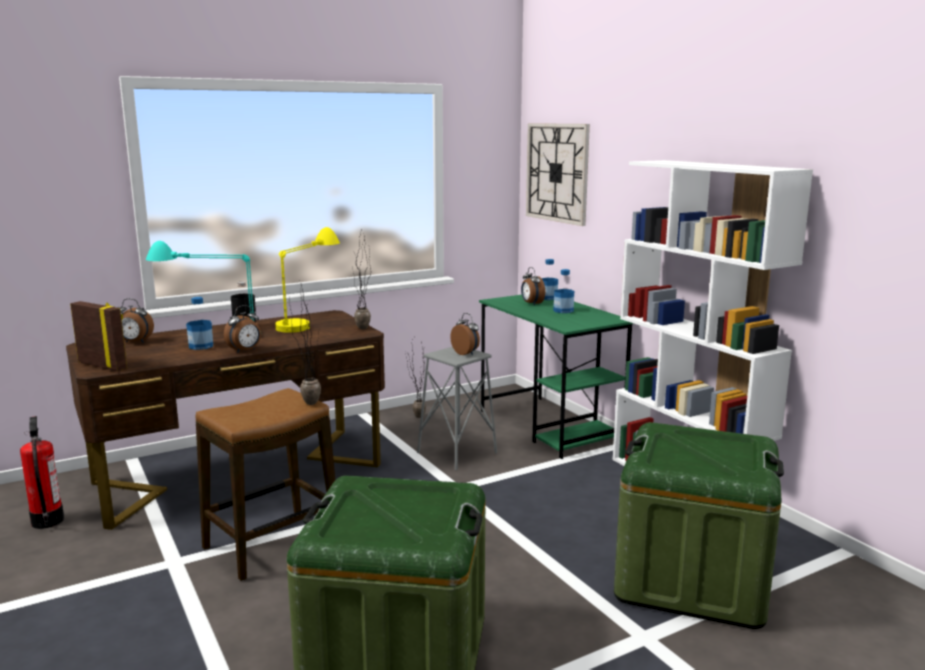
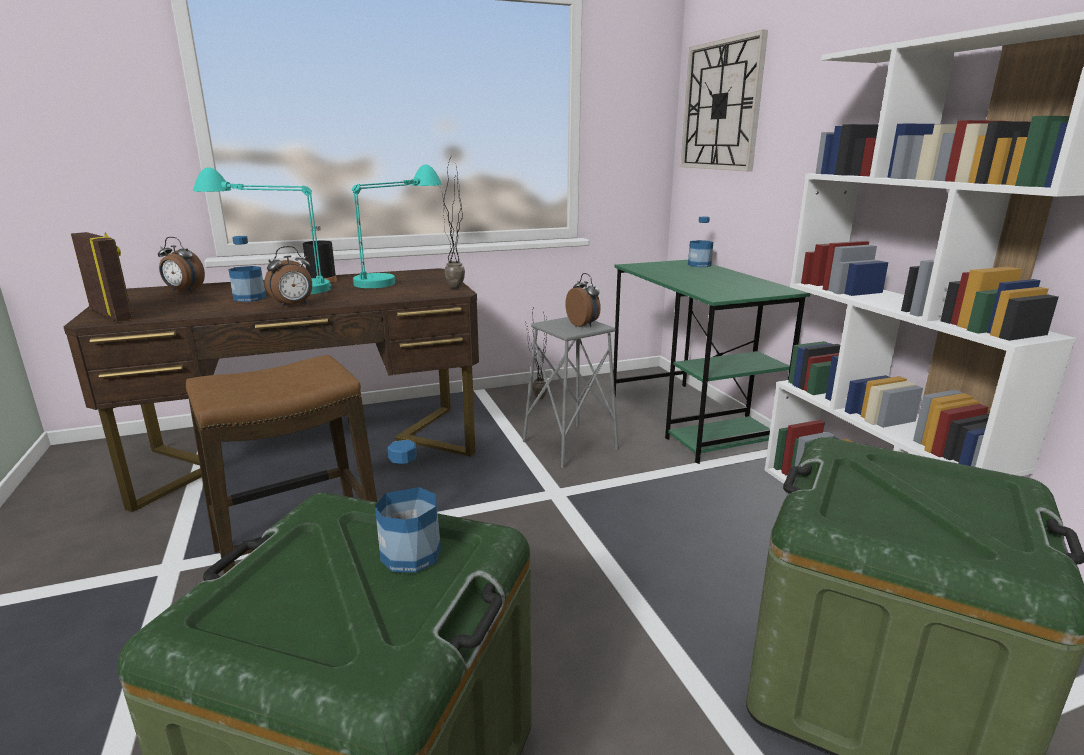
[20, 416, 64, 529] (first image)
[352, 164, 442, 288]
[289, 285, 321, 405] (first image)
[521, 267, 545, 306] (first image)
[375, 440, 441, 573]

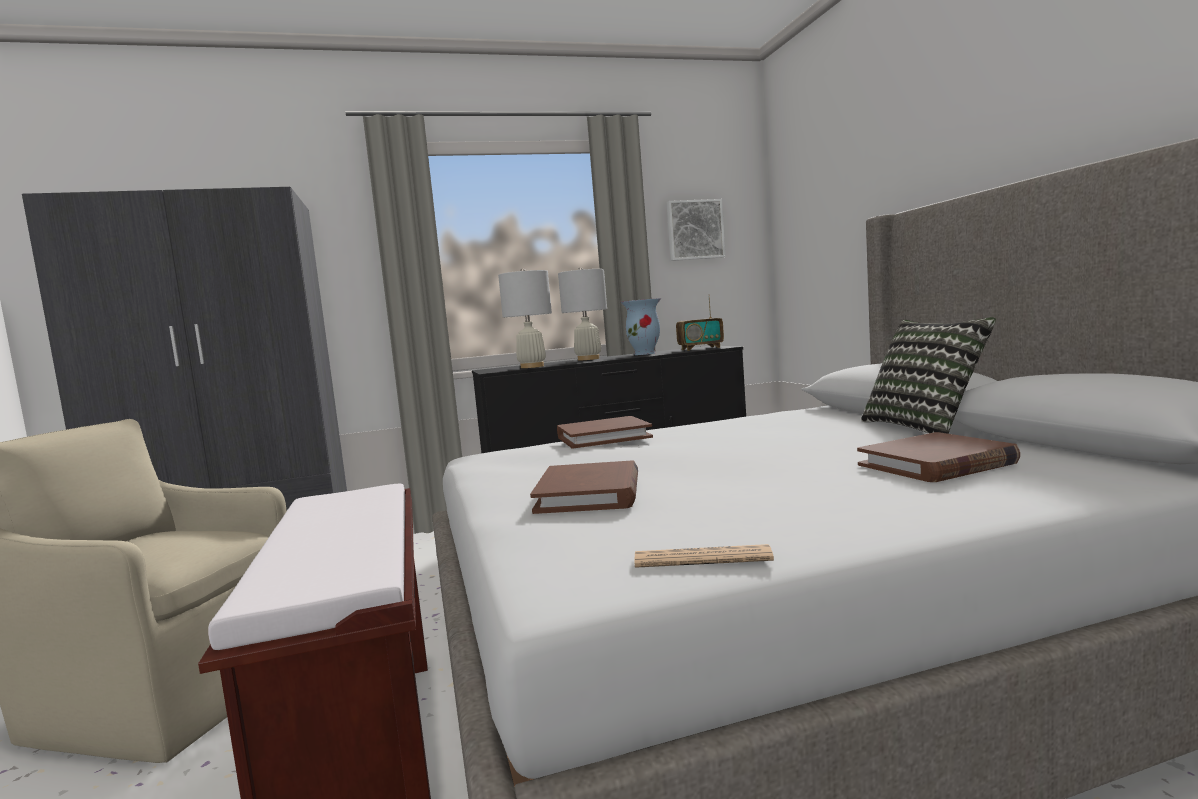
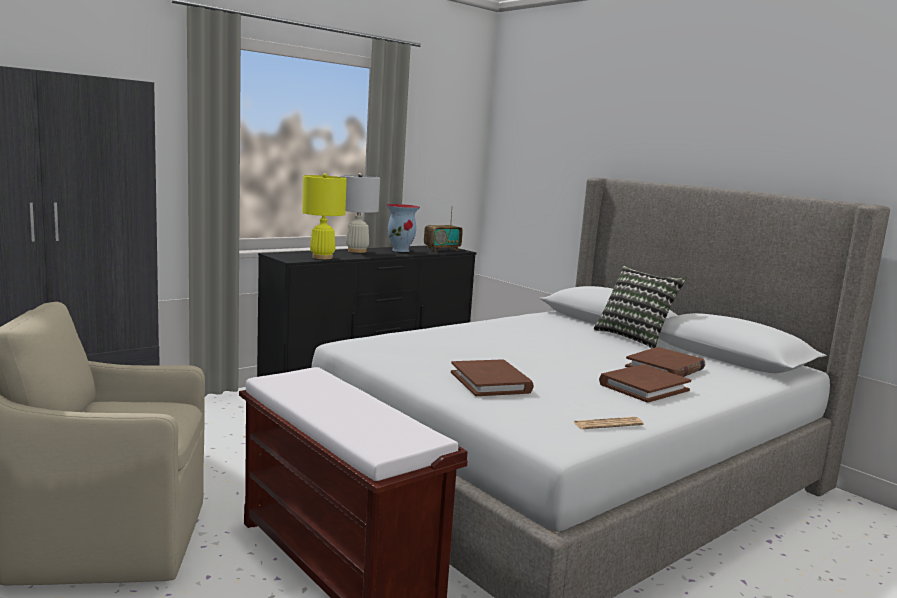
[302, 173, 347, 259]
[599, 364, 691, 403]
[666, 199, 726, 261] (first image)

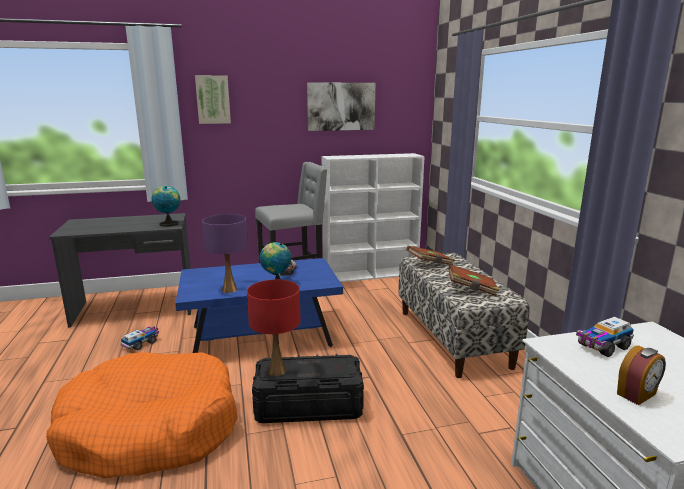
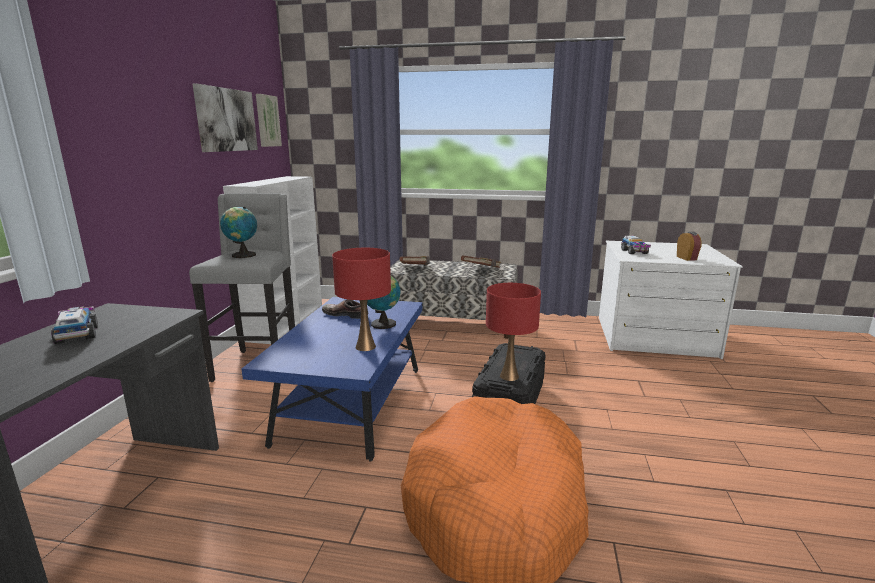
[51, 305, 98, 344]
[220, 206, 257, 258]
[256, 94, 282, 147]
[332, 248, 391, 351]

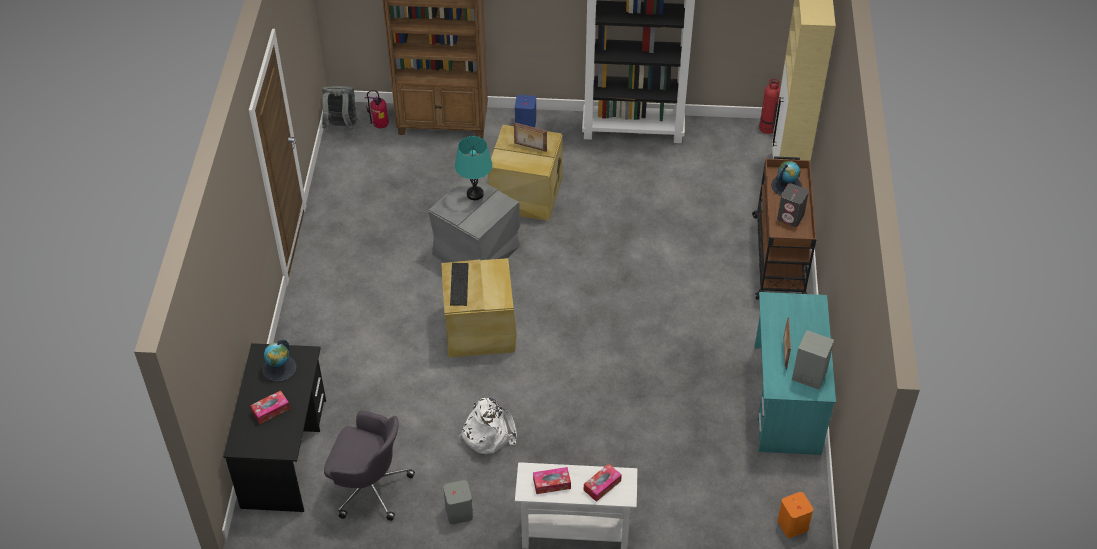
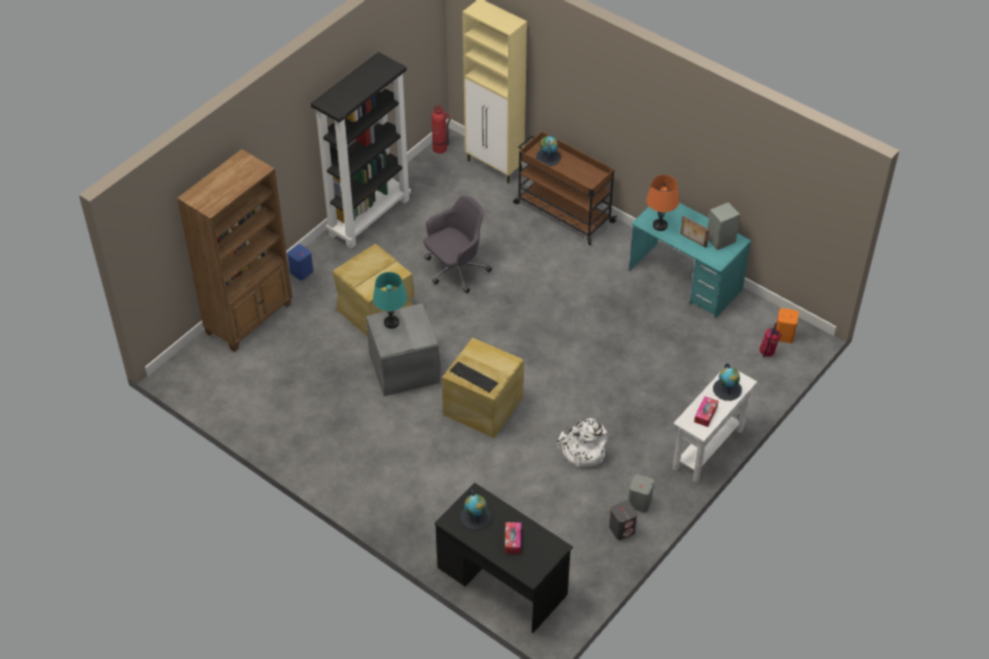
[322, 86, 358, 130] (first image)
[423, 195, 492, 293]
[760, 323, 782, 357]
[514, 122, 547, 152] (first image)
[713, 363, 742, 401]
[609, 501, 637, 540]
[646, 175, 679, 231]

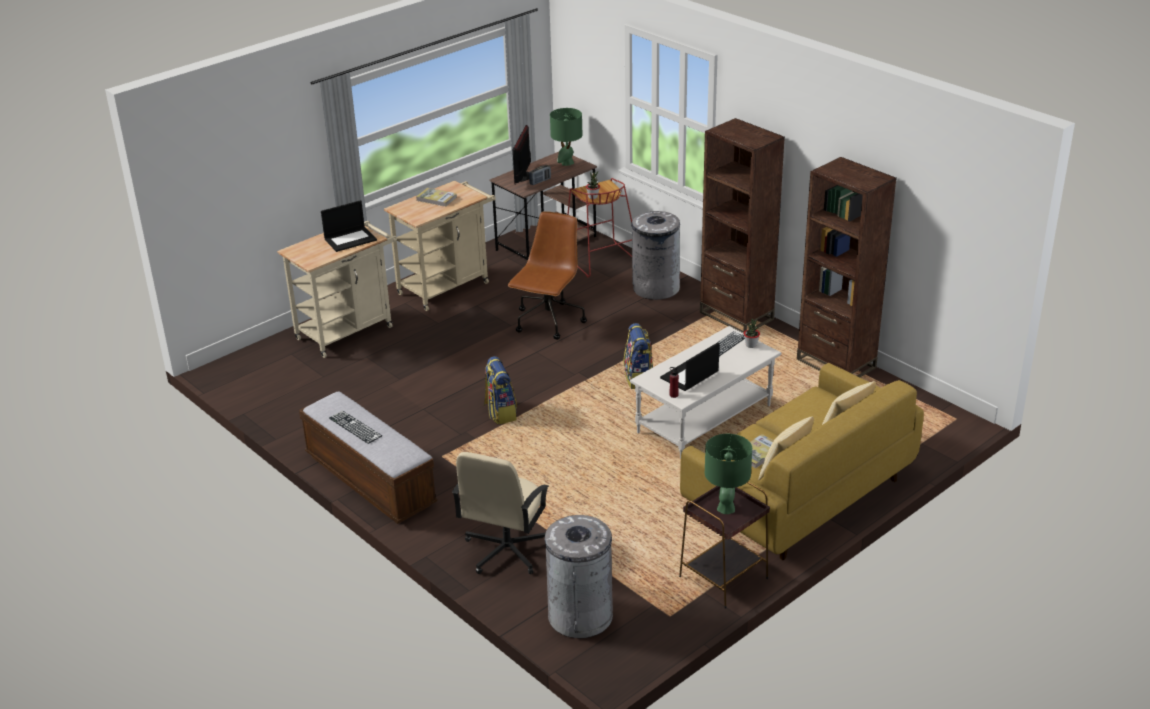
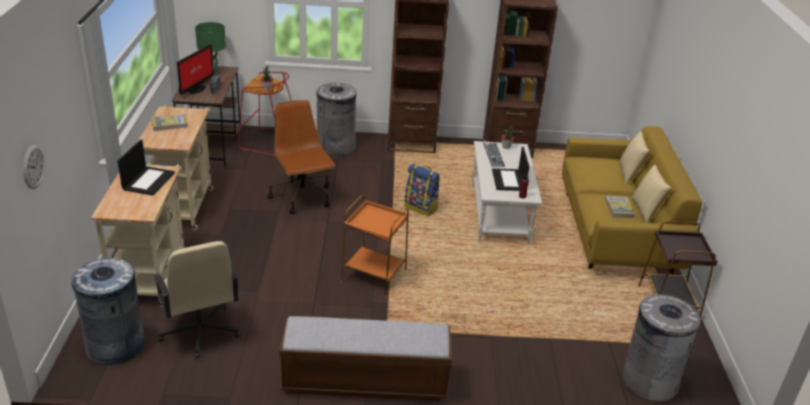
[329, 410, 382, 444] (first image)
[153, 241, 240, 358]
[341, 195, 409, 298]
[177, 45, 214, 95]
[705, 434, 752, 514] (first image)
[23, 145, 44, 189]
[71, 258, 145, 365]

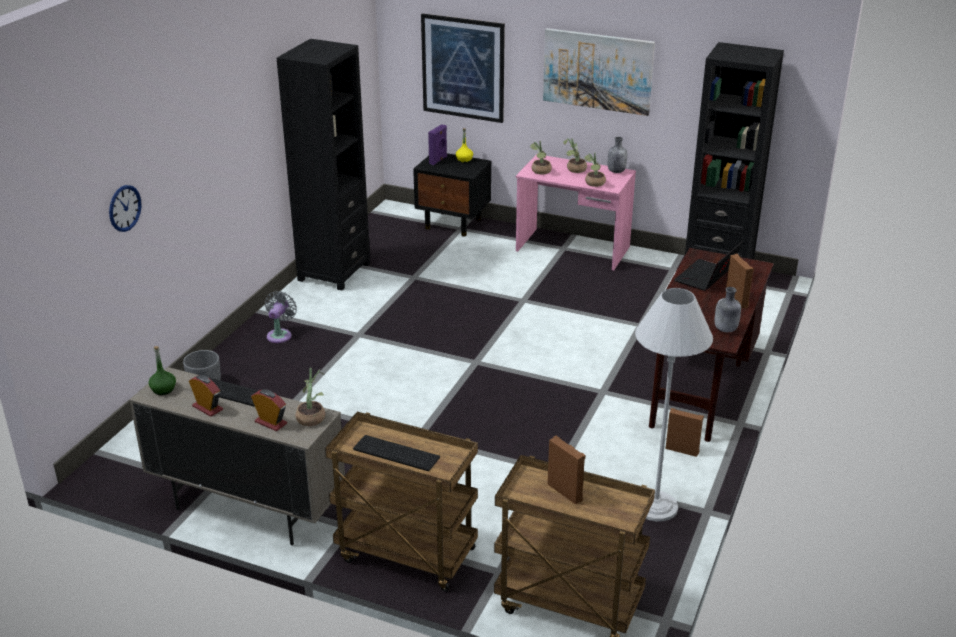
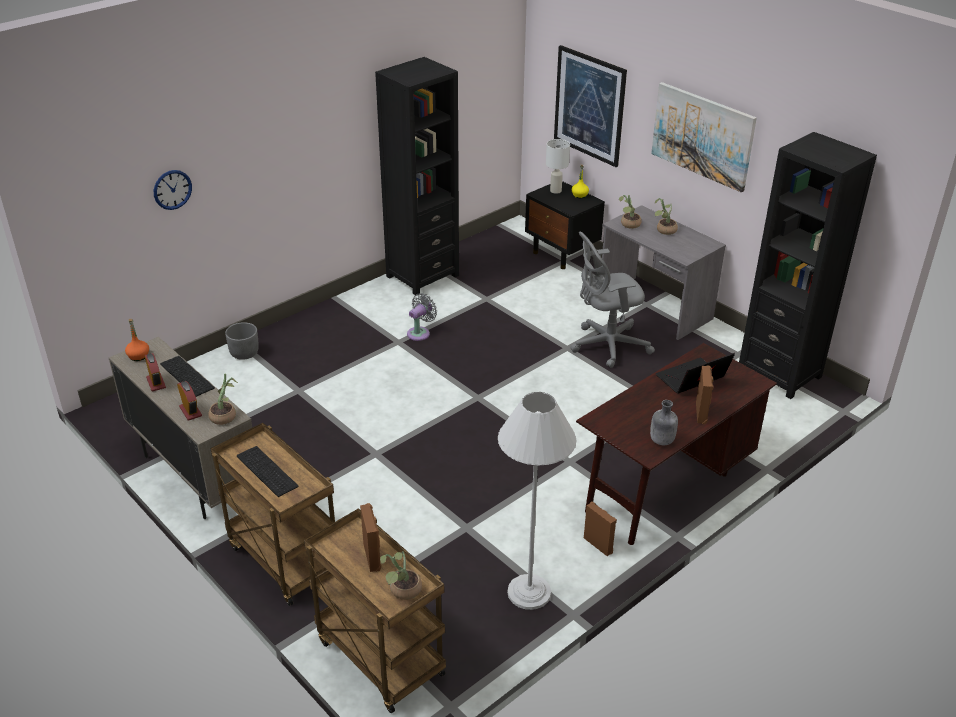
[125, 319, 149, 361]
[407, 293, 437, 341]
[546, 139, 570, 194]
[602, 205, 726, 340]
[380, 551, 422, 600]
[608, 137, 627, 173] (first image)
[571, 231, 655, 368]

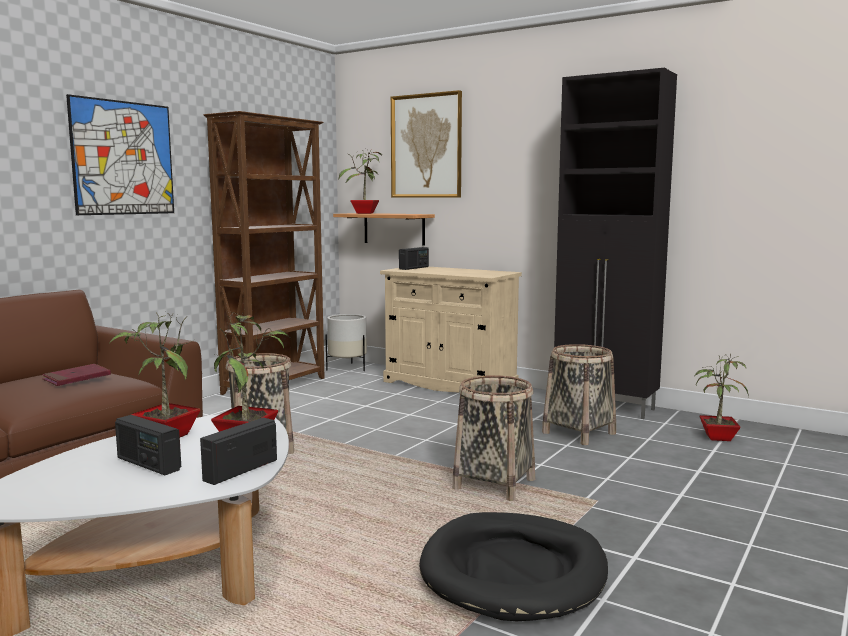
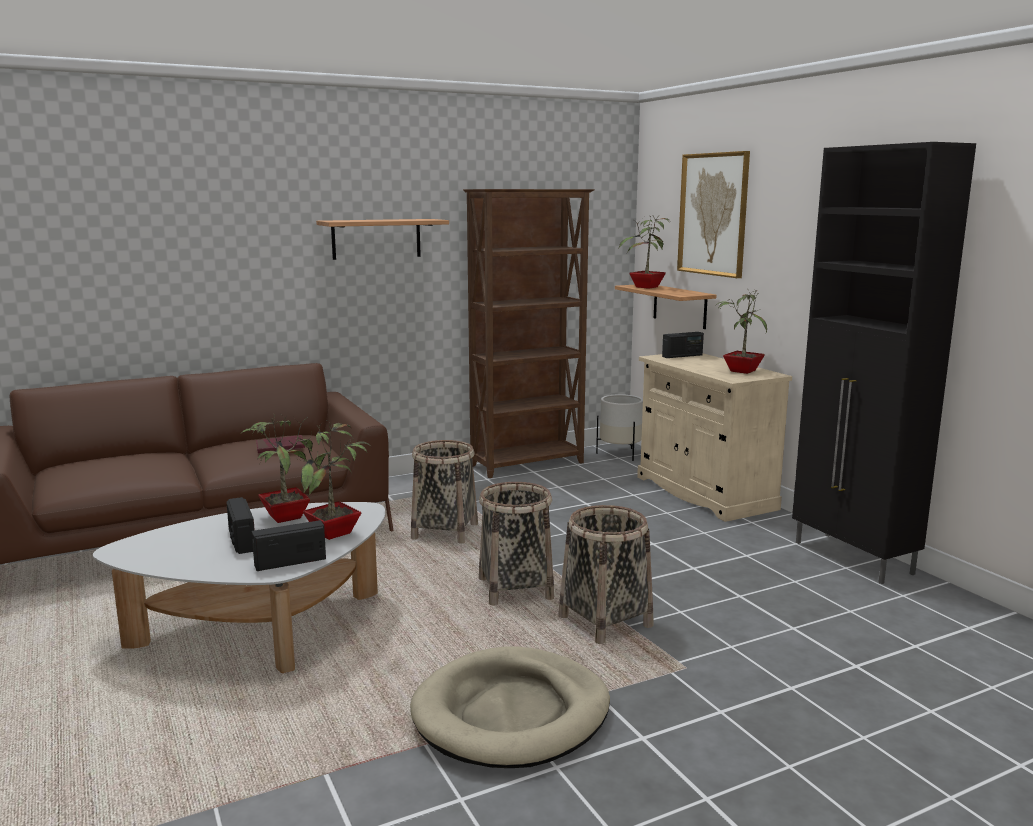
[316, 219, 449, 260]
[410, 646, 610, 768]
[479, 482, 554, 606]
[718, 288, 767, 374]

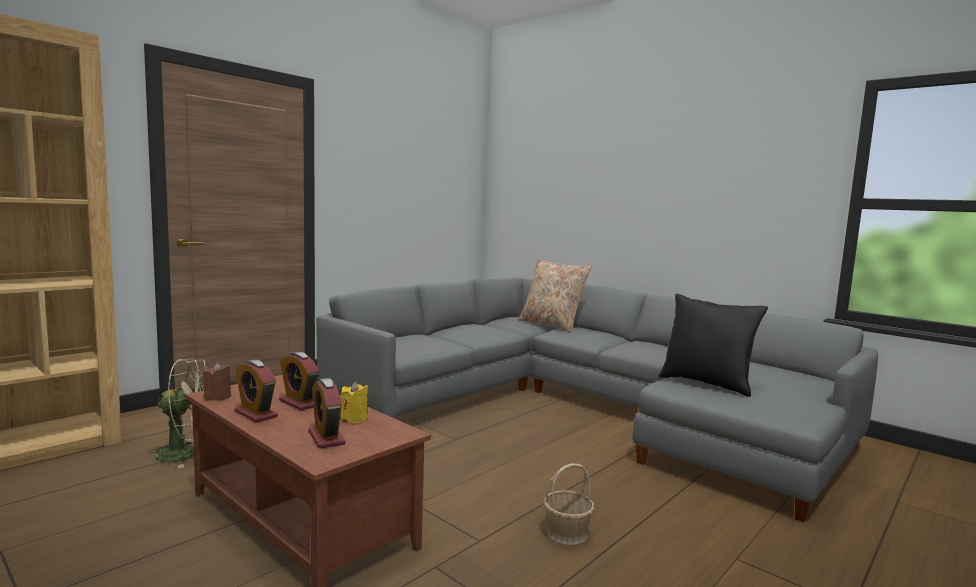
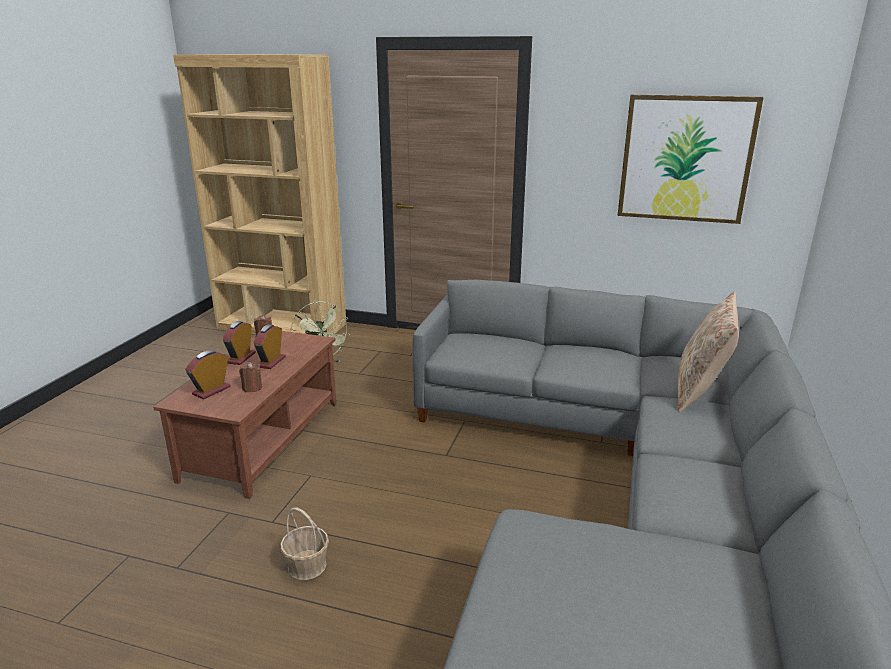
[239, 362, 262, 392]
[659, 294, 768, 397] (first image)
[618, 95, 764, 224]

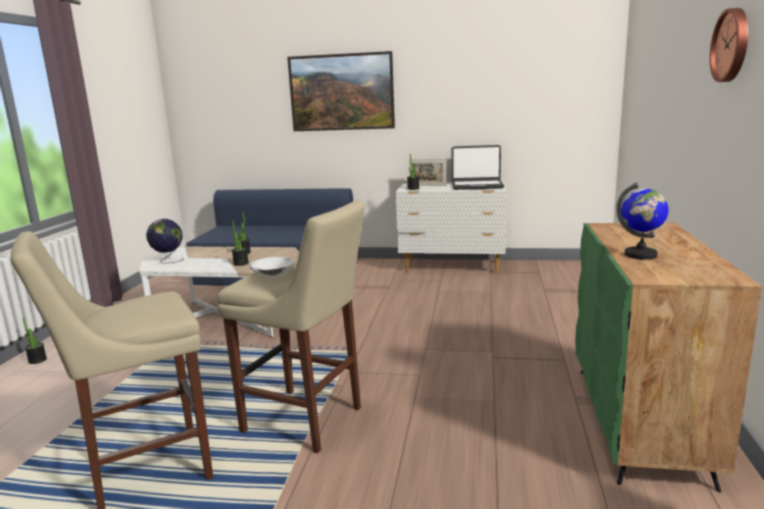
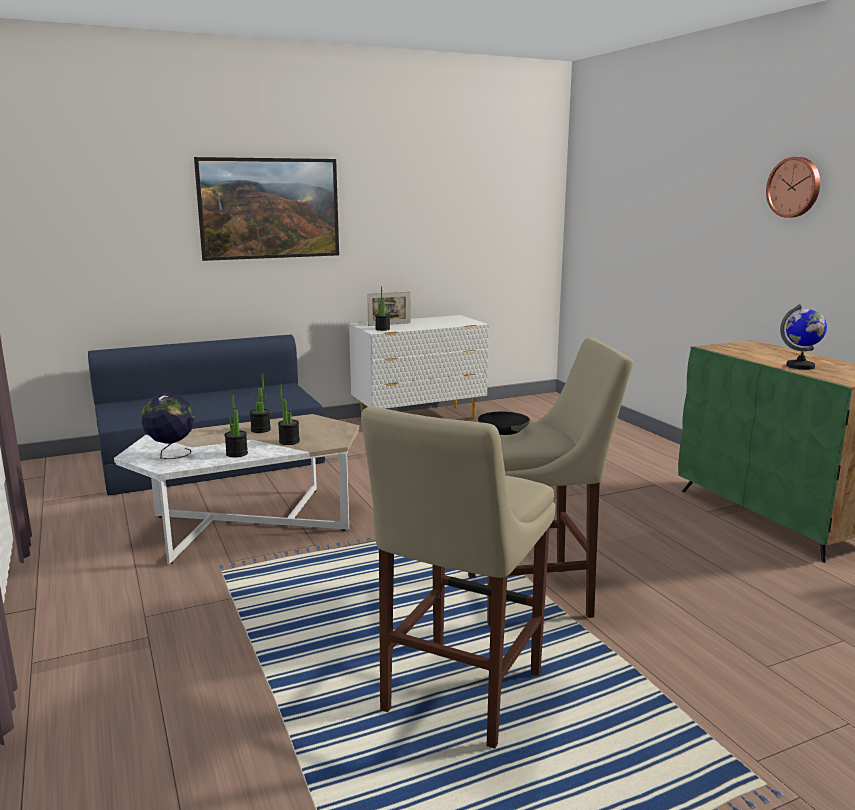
[225, 395, 248, 457]
[478, 412, 530, 435]
[452, 145, 504, 190] (first image)

